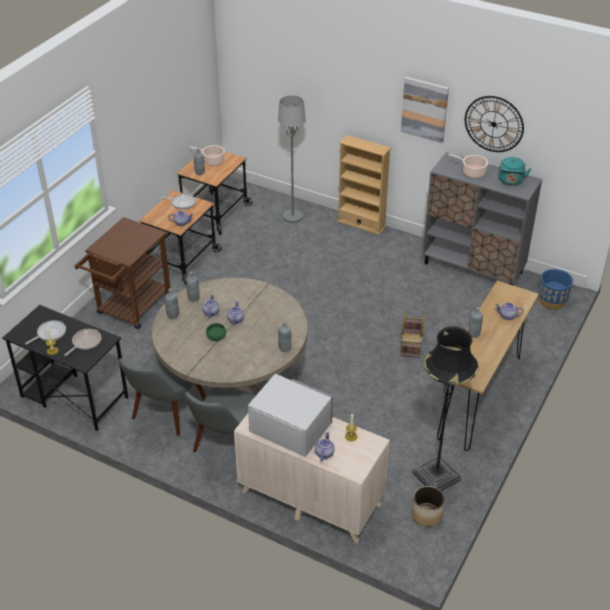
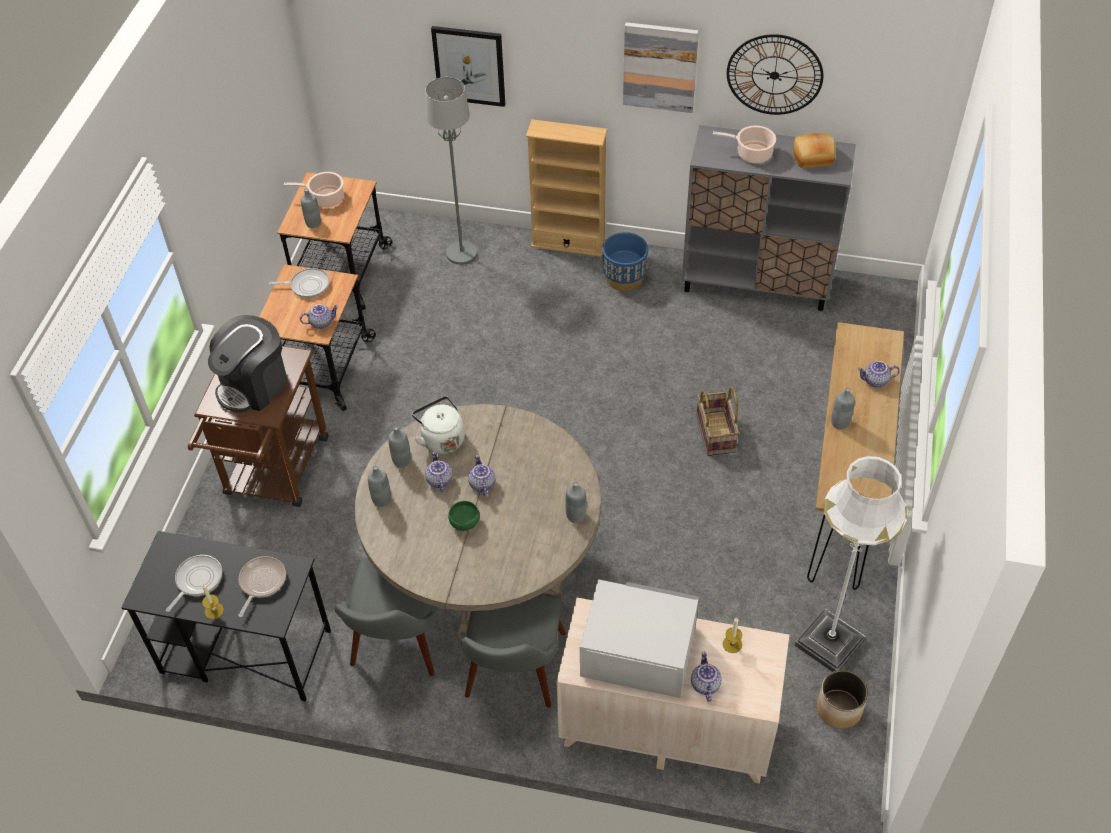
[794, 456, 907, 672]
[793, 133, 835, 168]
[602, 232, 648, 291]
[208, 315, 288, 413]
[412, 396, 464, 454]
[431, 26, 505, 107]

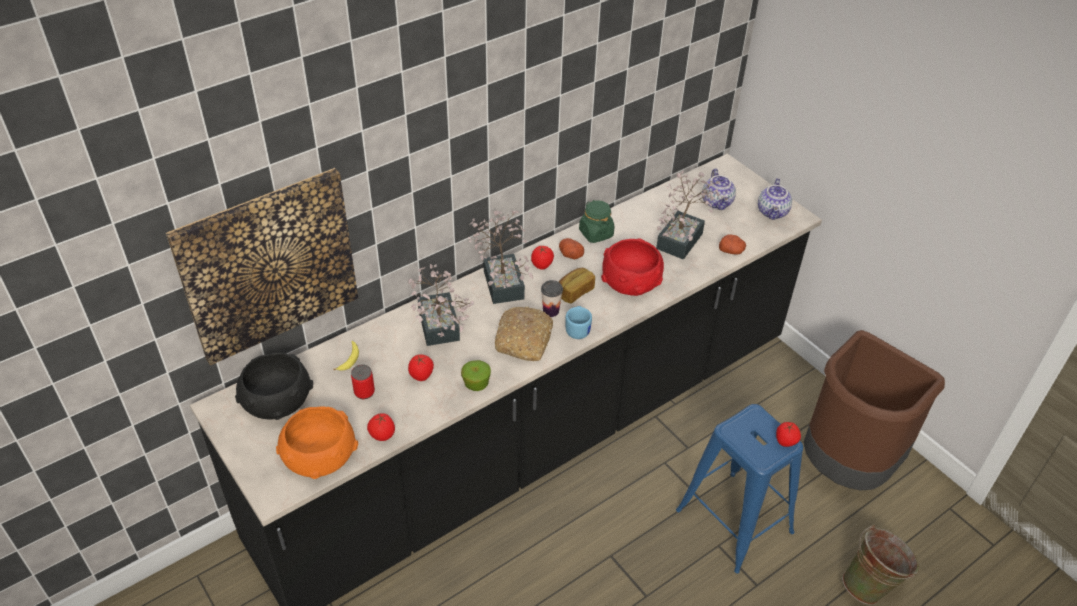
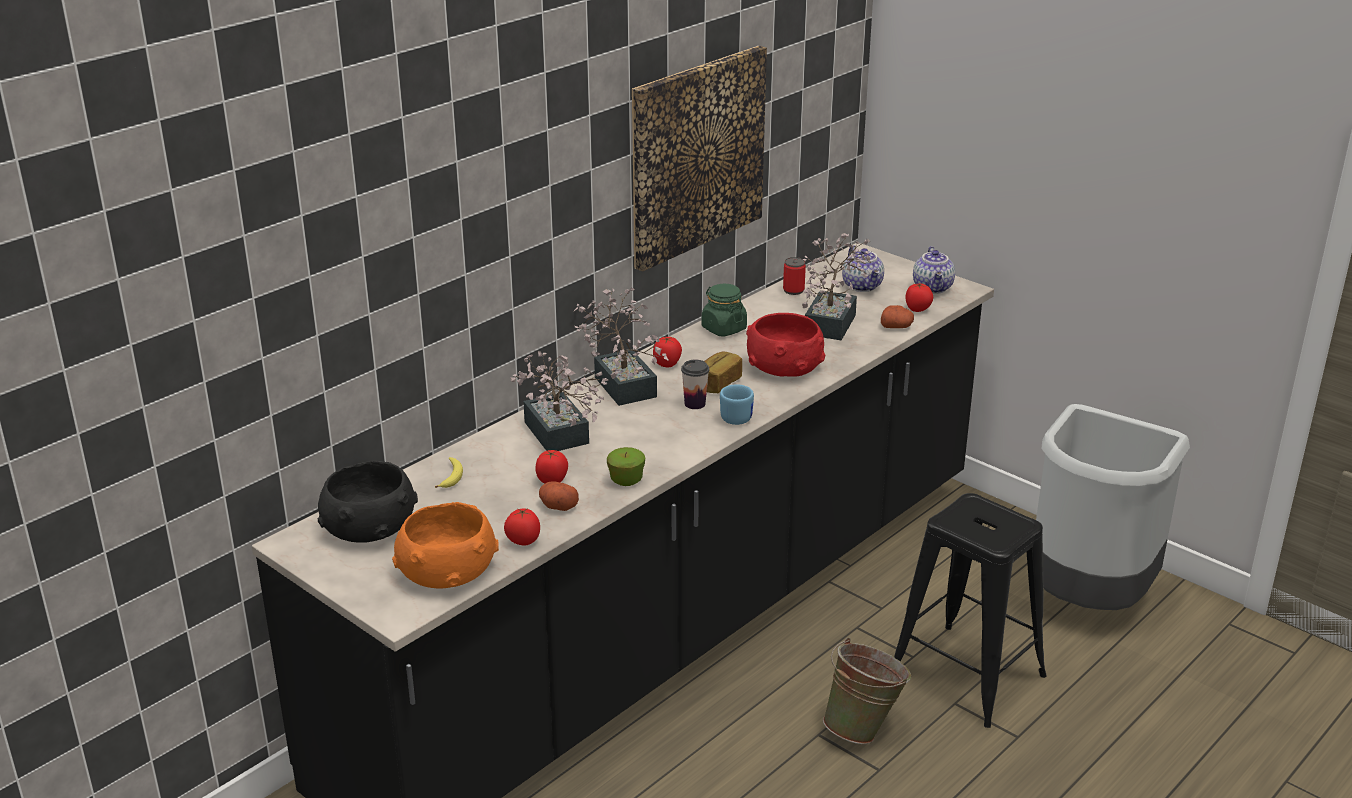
[632, 46, 767, 271]
[783, 257, 806, 295]
[495, 307, 553, 361] (first image)
[539, 481, 579, 511]
[894, 493, 1047, 728]
[905, 284, 933, 312]
[1036, 404, 1190, 610]
[823, 637, 911, 744]

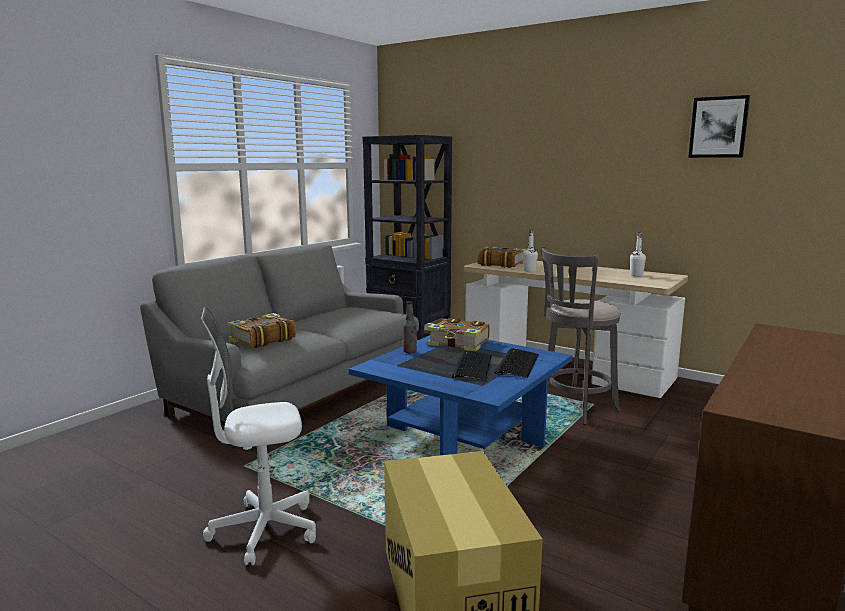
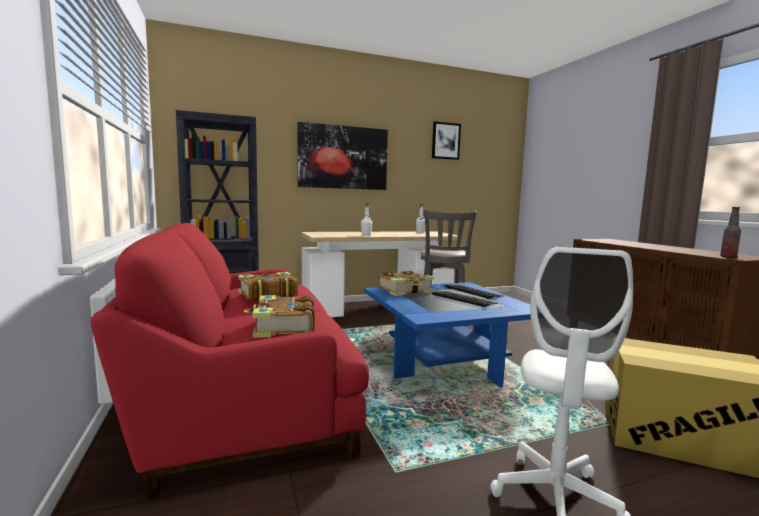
[91, 223, 369, 500]
[720, 207, 741, 258]
[238, 272, 298, 301]
[297, 122, 388, 190]

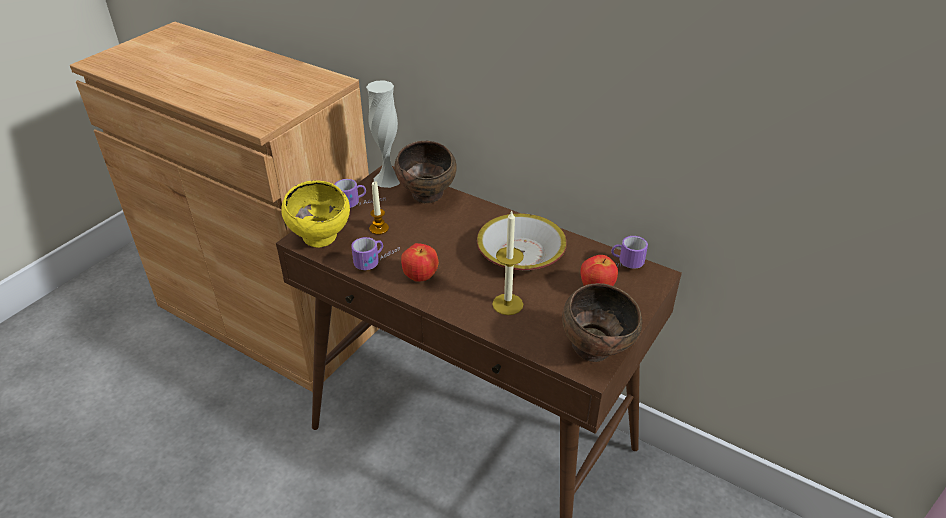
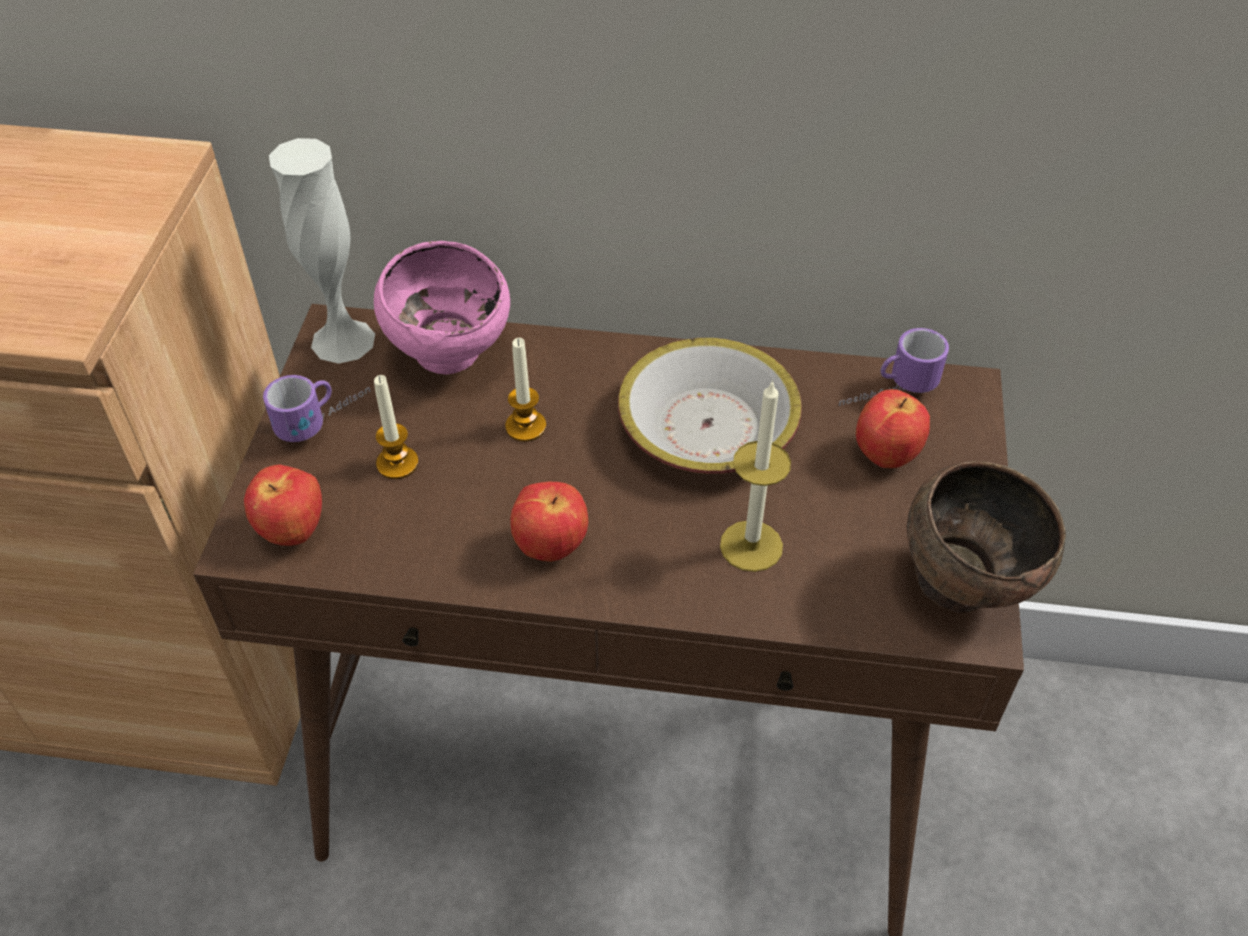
[244, 464, 322, 546]
[351, 237, 400, 270] (first image)
[374, 241, 510, 375]
[505, 338, 546, 442]

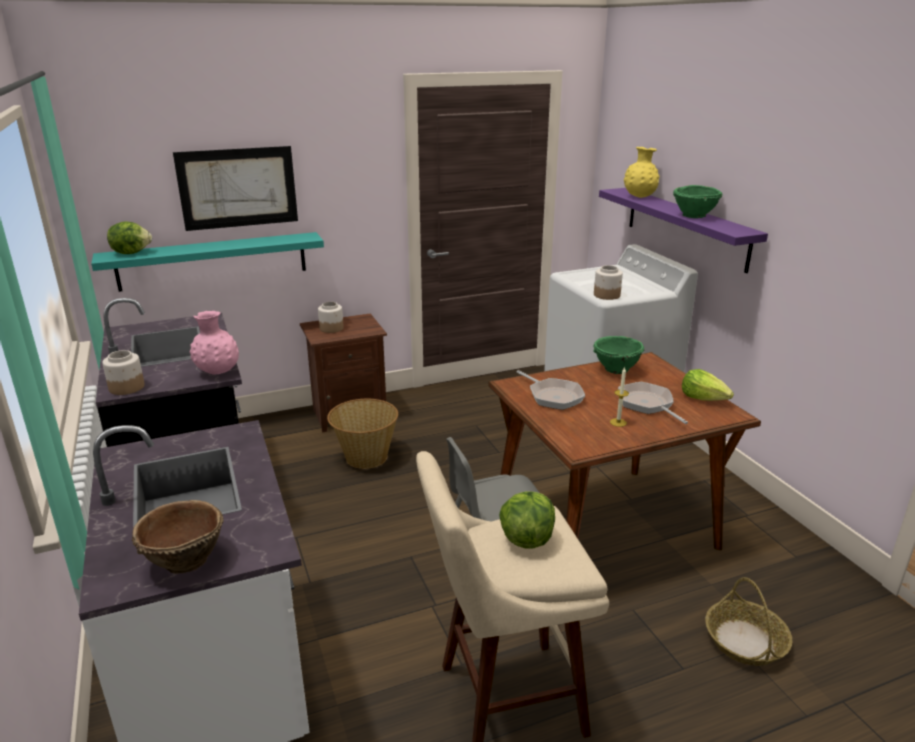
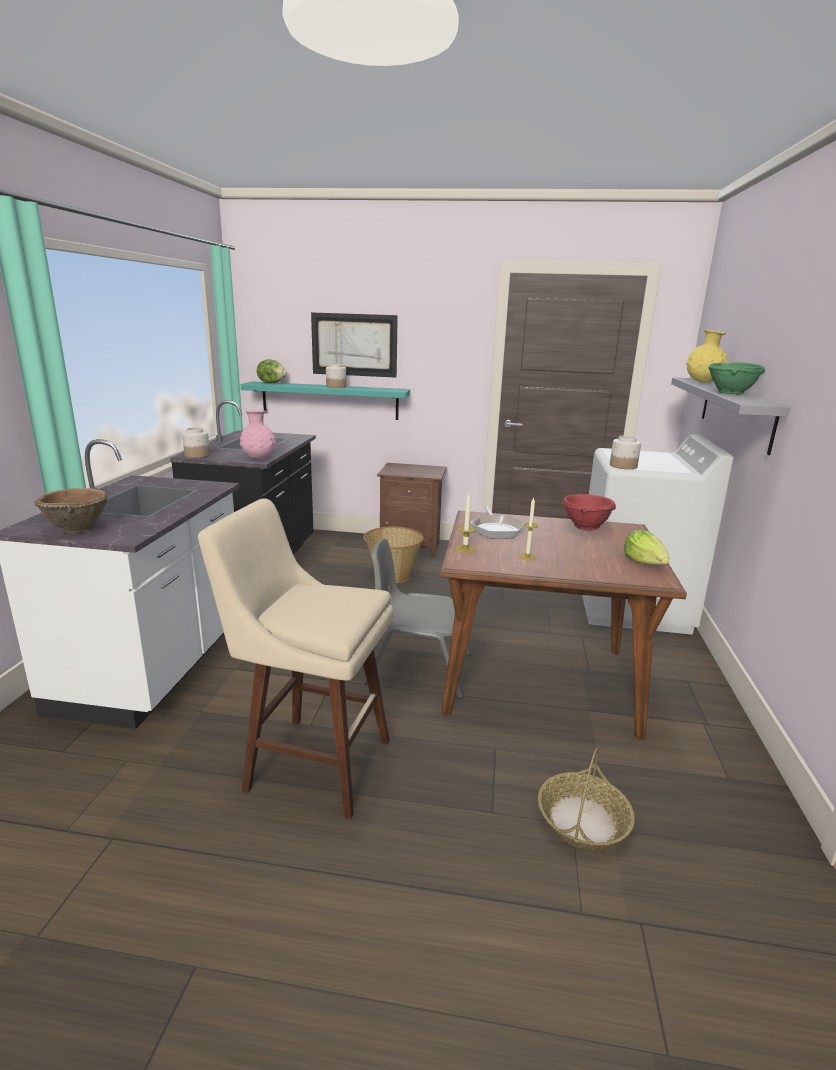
[326, 364, 346, 388]
[499, 491, 555, 549] (first image)
[562, 494, 616, 531]
[671, 377, 790, 455]
[618, 382, 688, 424] (first image)
[455, 494, 476, 553]

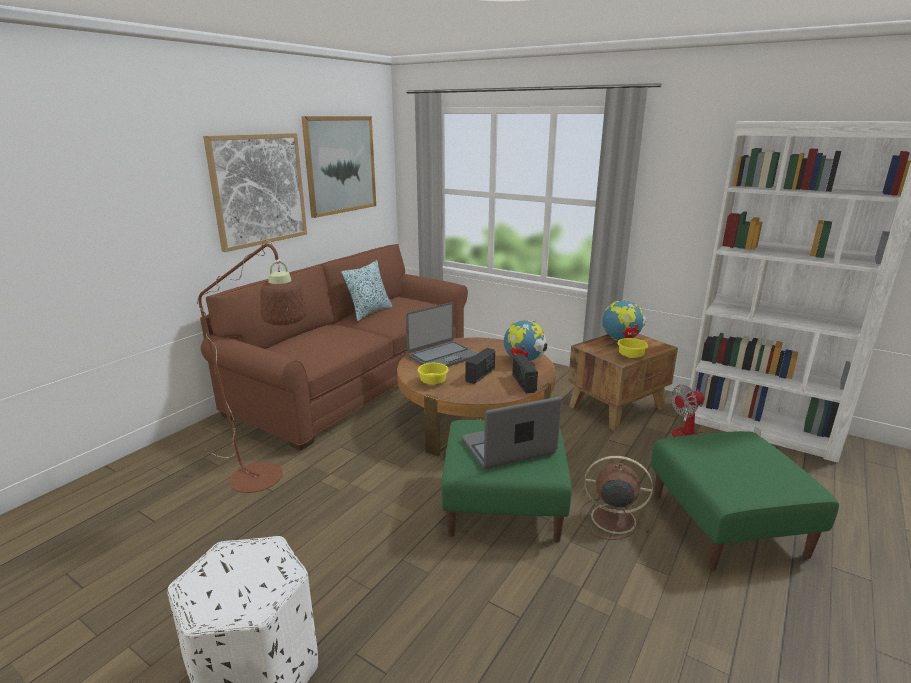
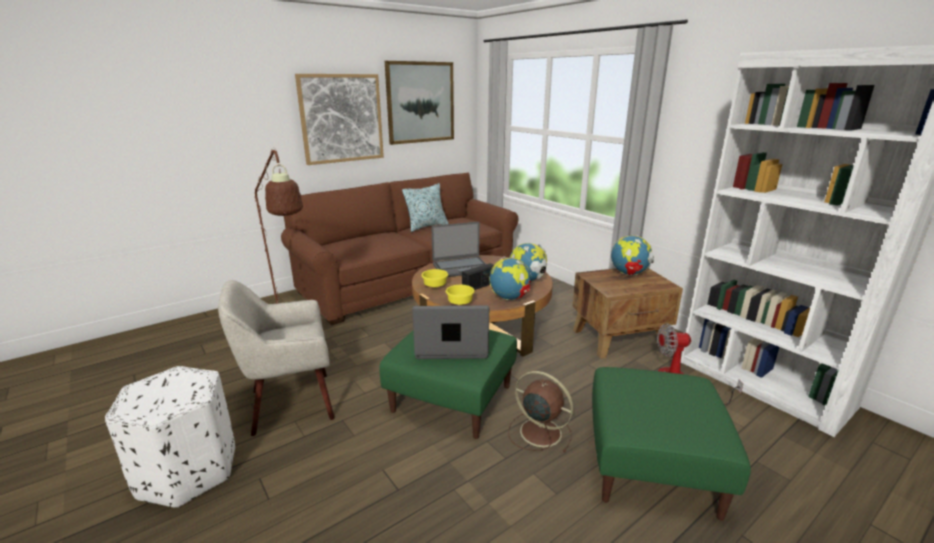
[489, 257, 531, 300]
[446, 285, 475, 305]
[218, 280, 335, 436]

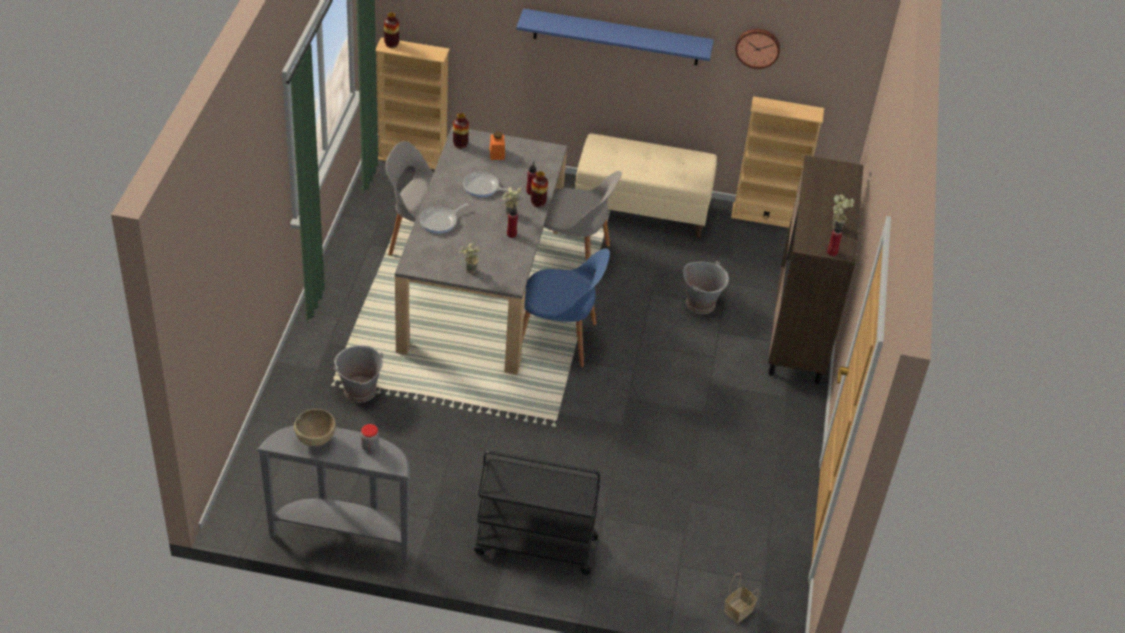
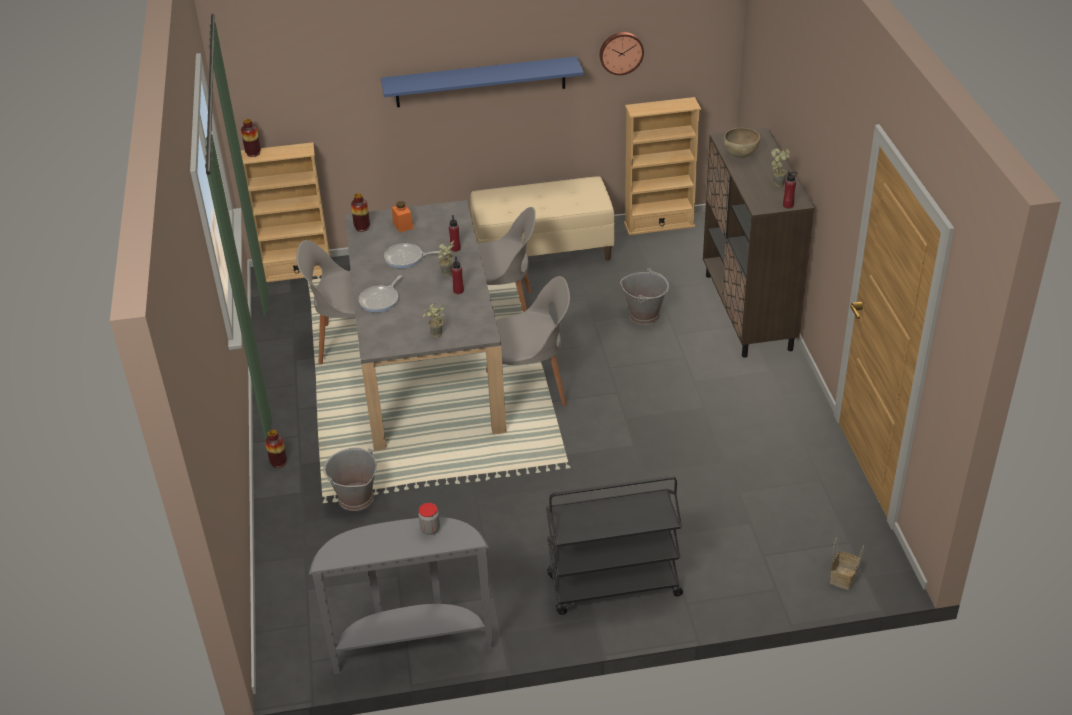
[723, 128, 760, 158]
[486, 276, 570, 406]
[265, 430, 287, 468]

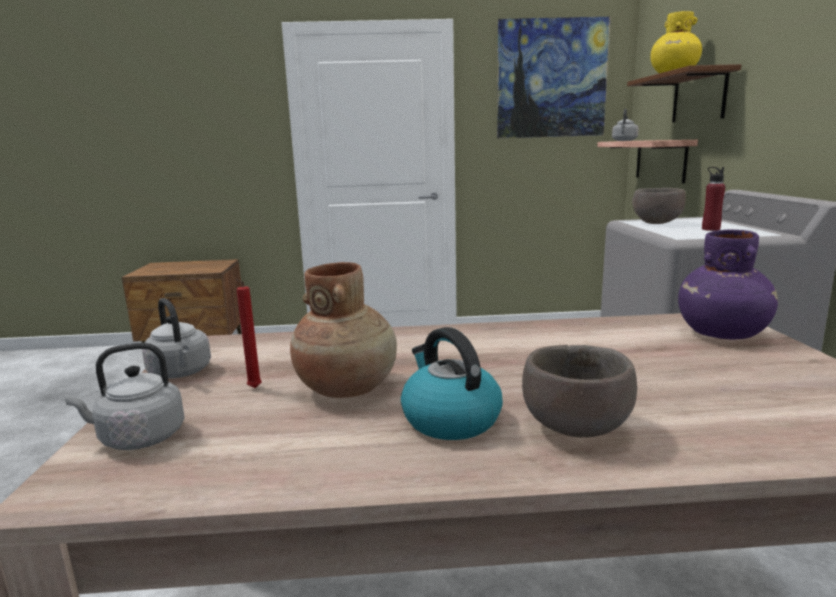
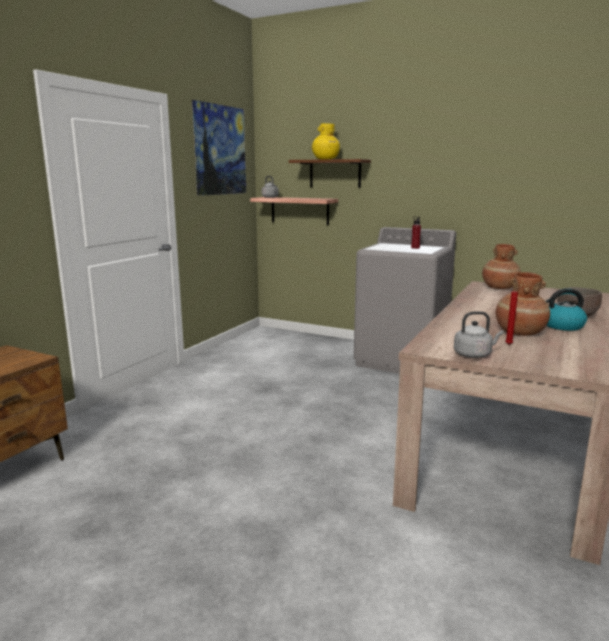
[64, 343, 185, 450] (first image)
[632, 188, 686, 224] (first image)
[482, 244, 521, 289]

